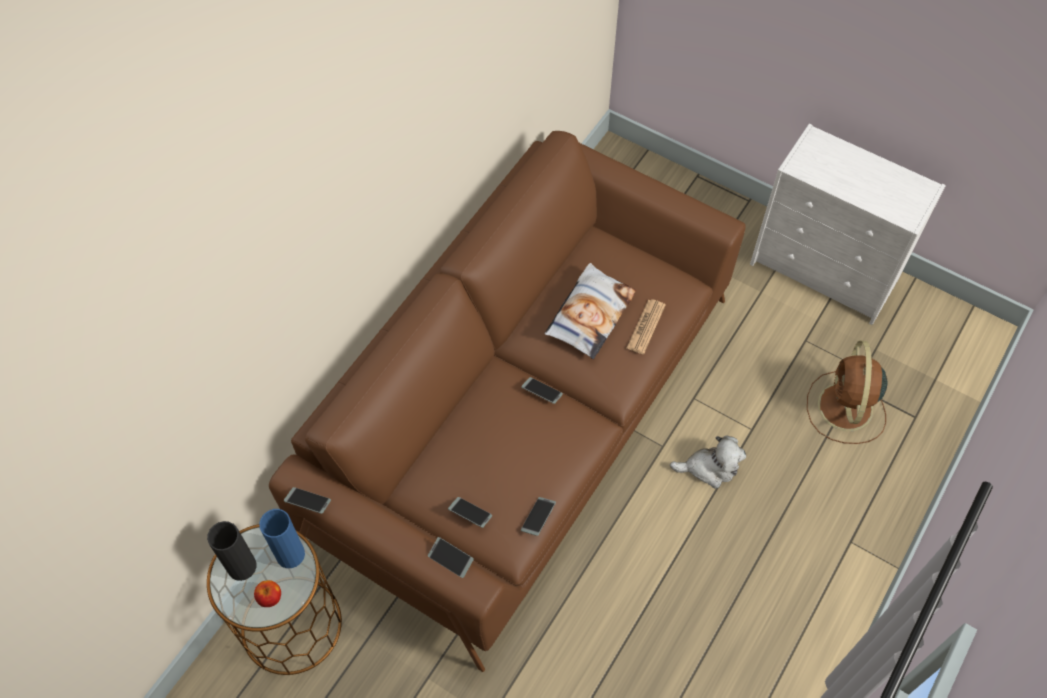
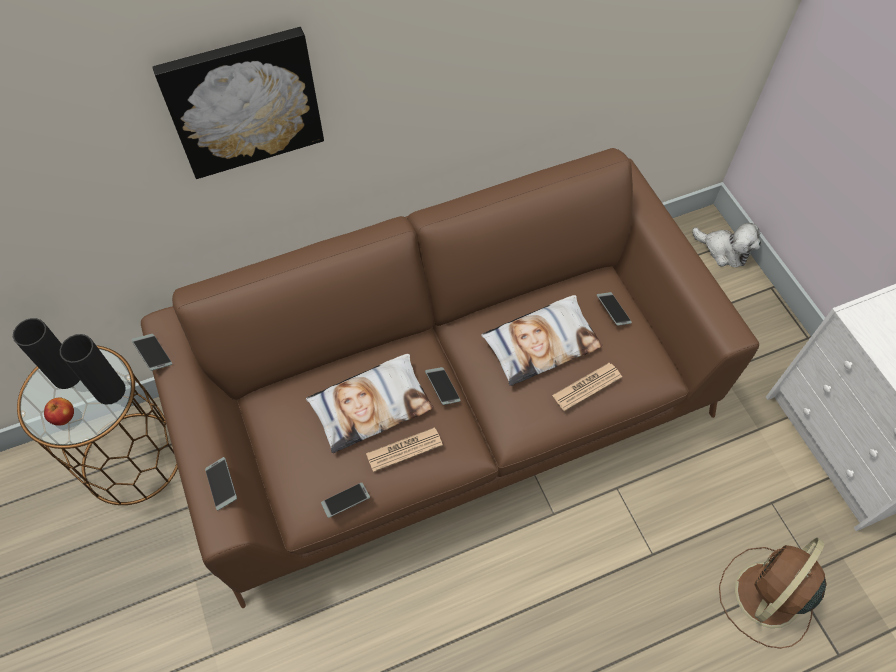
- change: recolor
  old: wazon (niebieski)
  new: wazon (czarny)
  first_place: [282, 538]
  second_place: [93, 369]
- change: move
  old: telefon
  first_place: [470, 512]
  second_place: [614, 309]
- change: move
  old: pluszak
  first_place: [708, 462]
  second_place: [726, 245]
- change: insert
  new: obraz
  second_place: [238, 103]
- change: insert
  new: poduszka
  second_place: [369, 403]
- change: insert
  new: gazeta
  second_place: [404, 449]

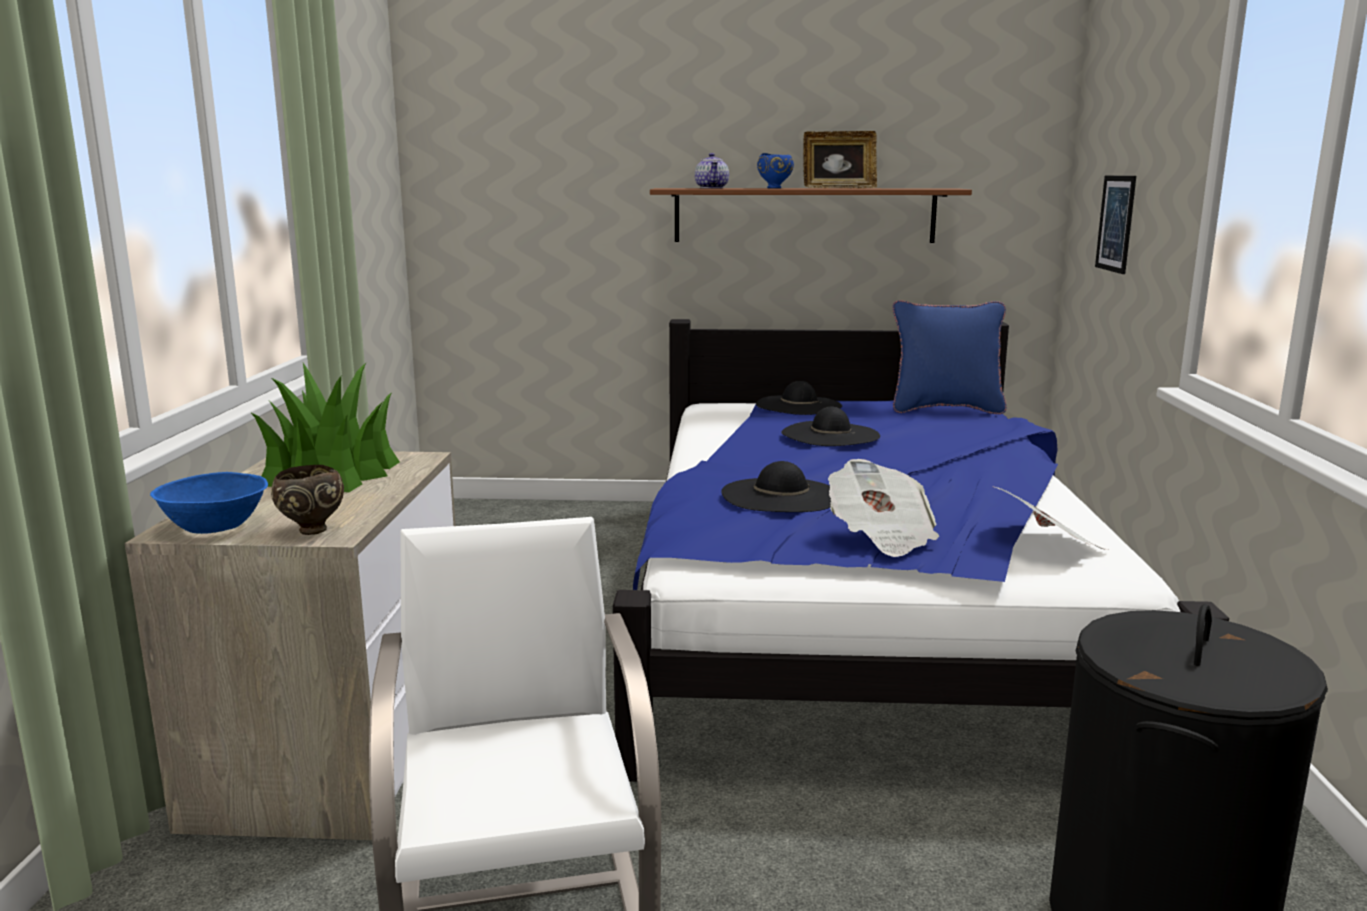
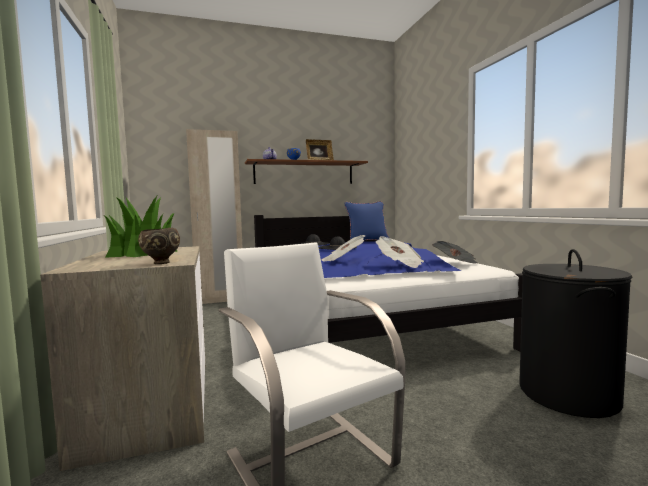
- change: delete
  old: miska (niebieski)
  first_place: [209, 503]
- change: replace
  old: kapelusz (czarny)
  new: gazeta
  first_place: [776, 486]
  second_place: [343, 248]
- change: delete
  old: obraz
  first_place: [1115, 225]
- change: insert
  new: szafa (beżowy)
  second_place: [214, 216]

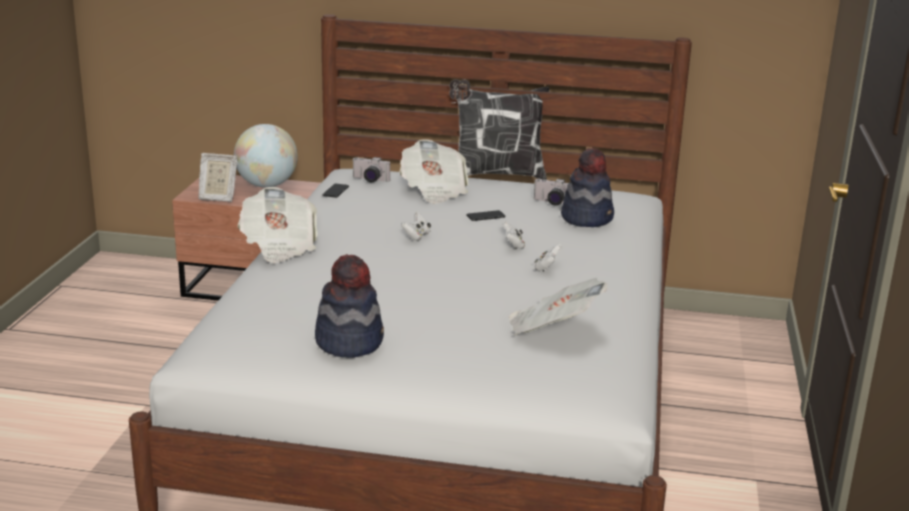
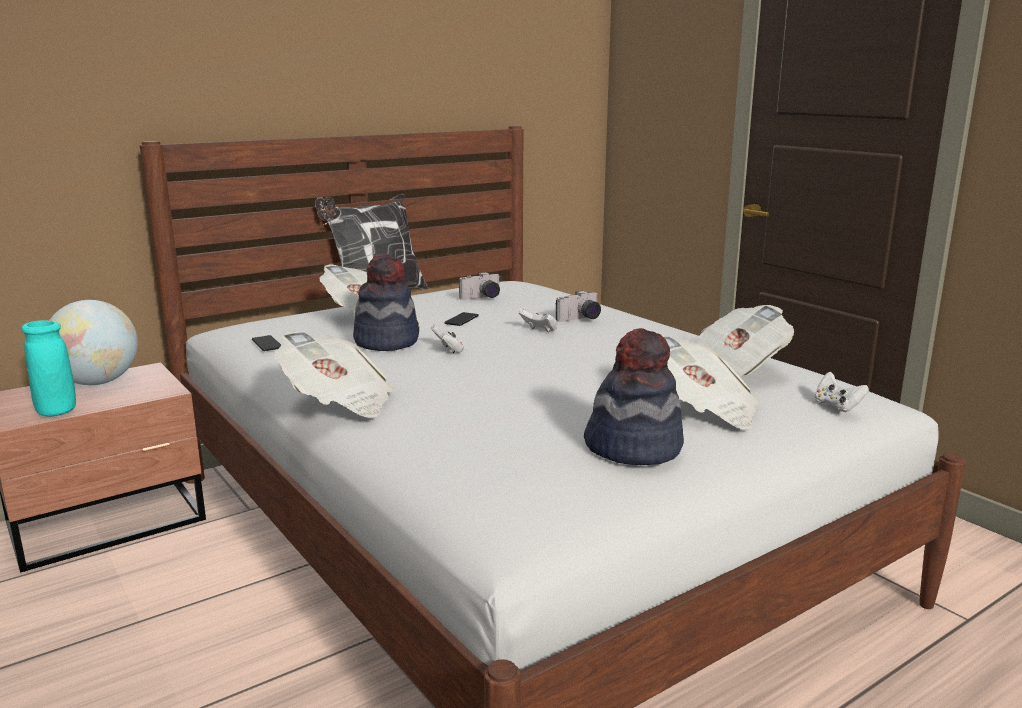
- change: replace
  old: ramka na zdjęcie
  new: wazon (turkusowy)
  first_place: [218, 177]
  second_place: [49, 368]
- change: move
  old: aparat fotograficzny
  first_place: [371, 169]
  second_place: [578, 306]
- change: move
  old: pad do gier (biały)
  first_place: [548, 258]
  second_place: [842, 392]
- change: move
  old: kapelusz
  first_place: [587, 187]
  second_place: [386, 302]
- change: insert
  new: gazeta
  second_place: [710, 382]

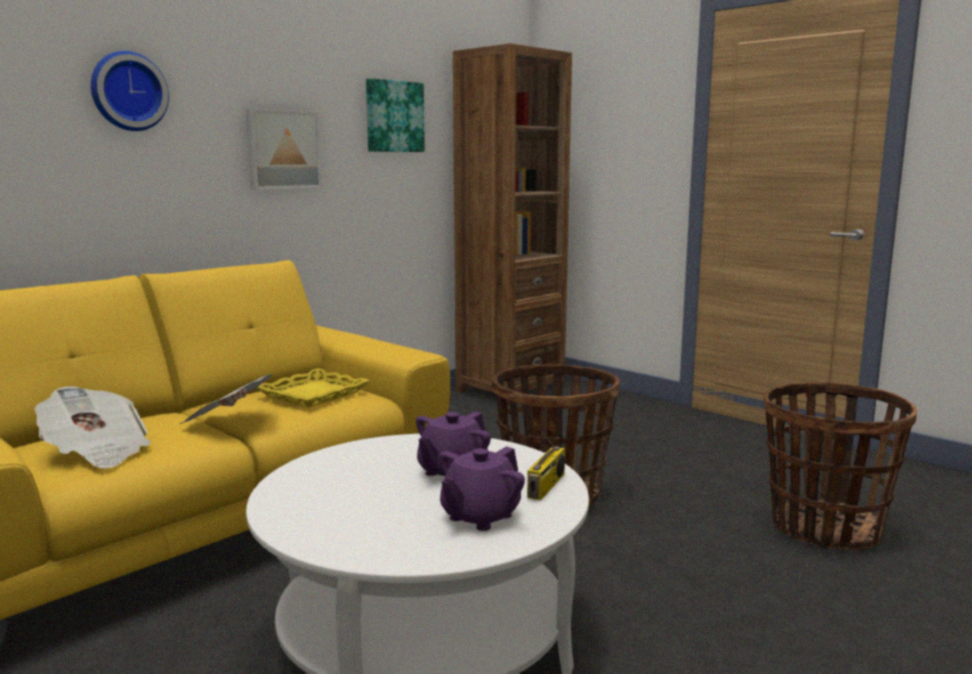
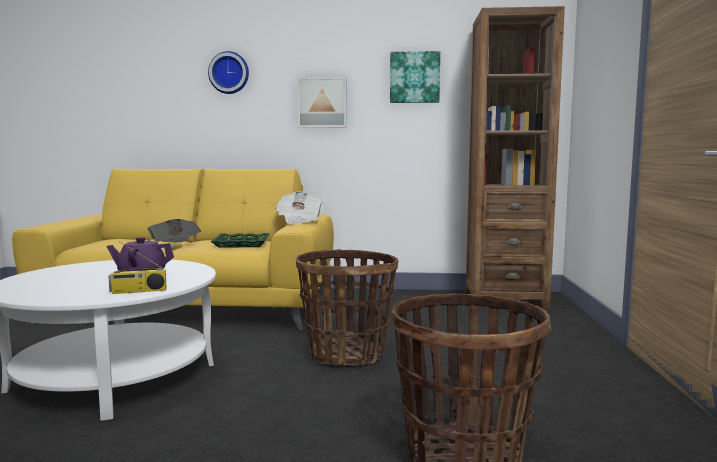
- change: move
  old: gazeta
  first_place: [92, 427]
  second_place: [300, 207]
- change: recolor
  old: taca (żółty)
  new: taca (zielony)
  first_place: [313, 387]
  second_place: [240, 240]
- change: delete
  old: imbryk (fioletowy)
  first_place: [482, 488]

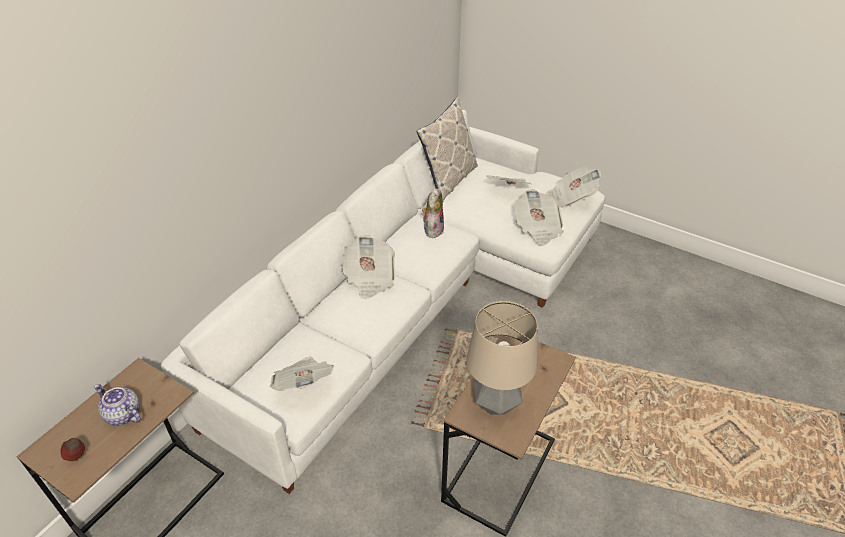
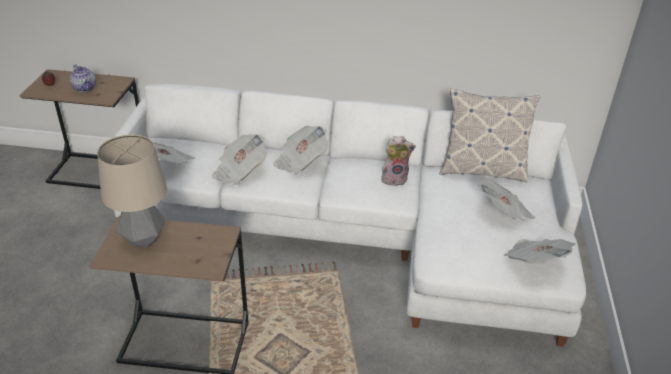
- change: rotate
  old: imbryk
  first_place: [117, 405]
  second_place: [83, 78]
  degrees: 135
- change: move
  old: gazeta
  first_place: [539, 217]
  second_place: [239, 159]

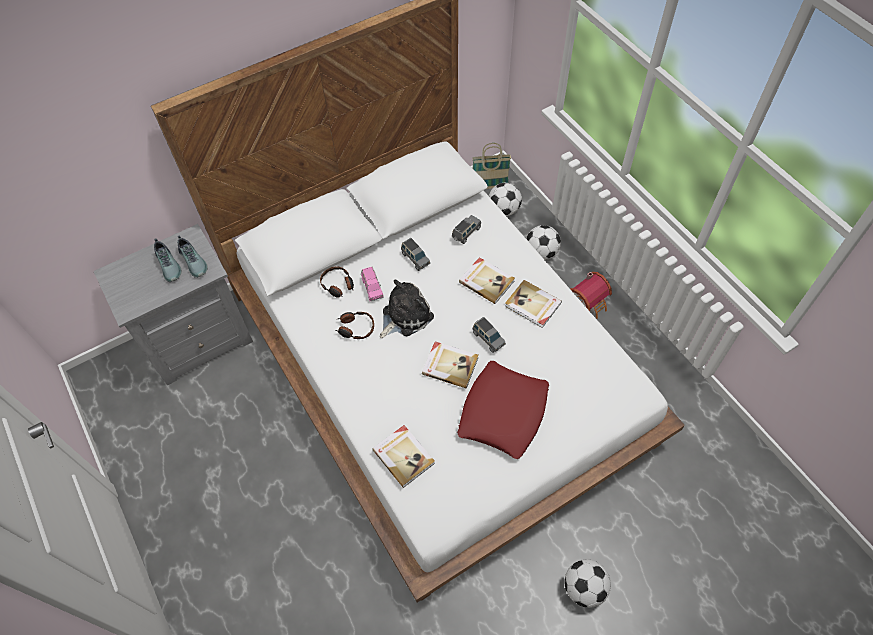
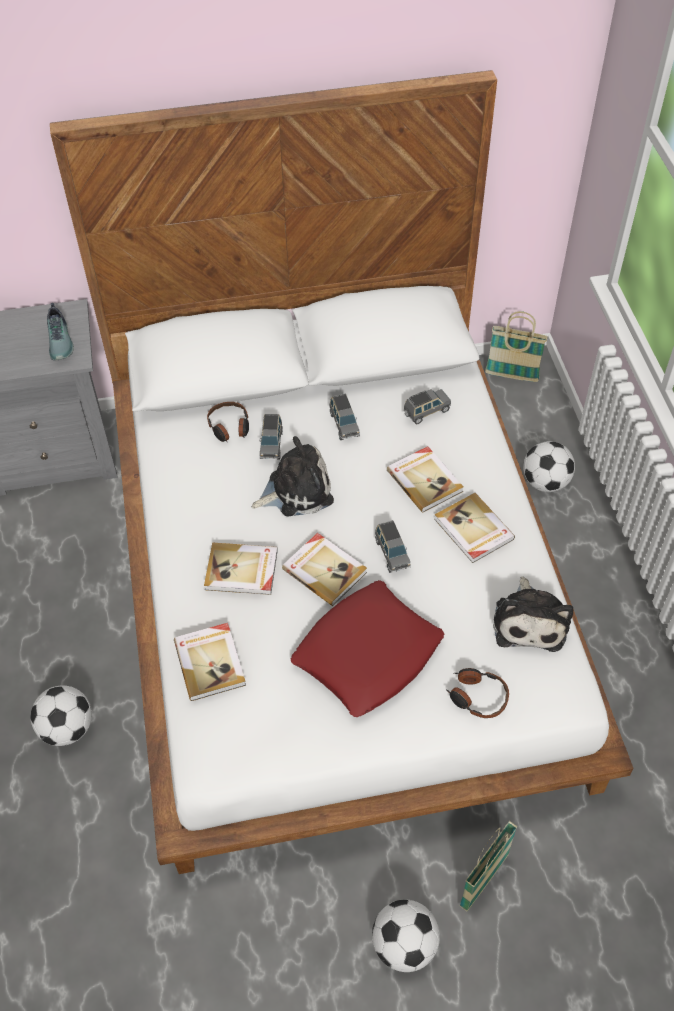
- change: delete
  old: but
  first_place: [168, 260]
- change: move
  old: słuchawki
  first_place: [355, 325]
  second_place: [477, 693]
- change: recolor
  old: samochodzik (różowy)
  new: samochodzik (szary)
  first_place: [372, 284]
  second_place: [271, 436]
- change: move
  old: piłka futbolowa
  first_place: [505, 199]
  second_place: [61, 715]
- change: delete
  old: domek
  first_place: [591, 295]
- change: insert
  new: książka
  second_place: [241, 568]
- change: insert
  new: koszyk
  second_place: [488, 866]
- change: insert
  new: pluszak
  second_place: [533, 614]

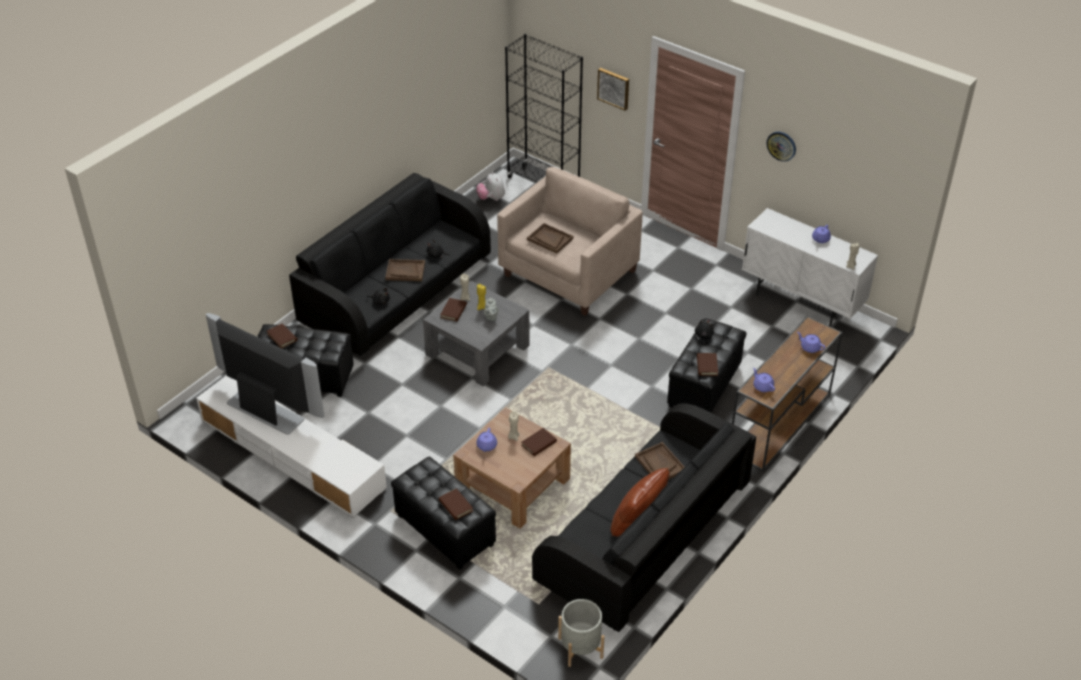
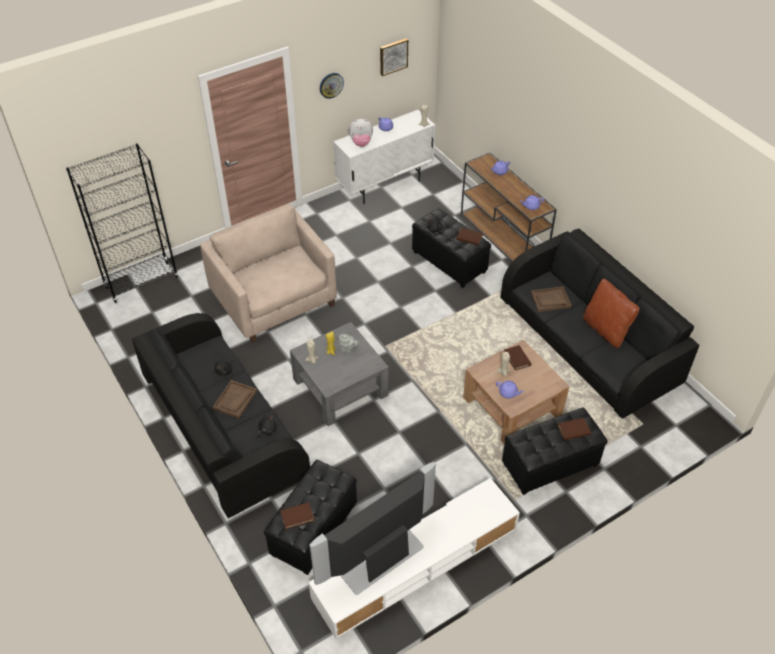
- change: delete
  old: książka (brązowy)
  first_place: [453, 309]
- change: move
  old: pluszak
  first_place: [490, 186]
  second_place: [361, 133]
- change: delete
  old: taca (brązowy)
  first_place: [550, 238]
- change: delete
  old: donica (szary)
  first_place: [581, 633]
- change: move
  old: obraz
  first_place: [613, 89]
  second_place: [394, 57]

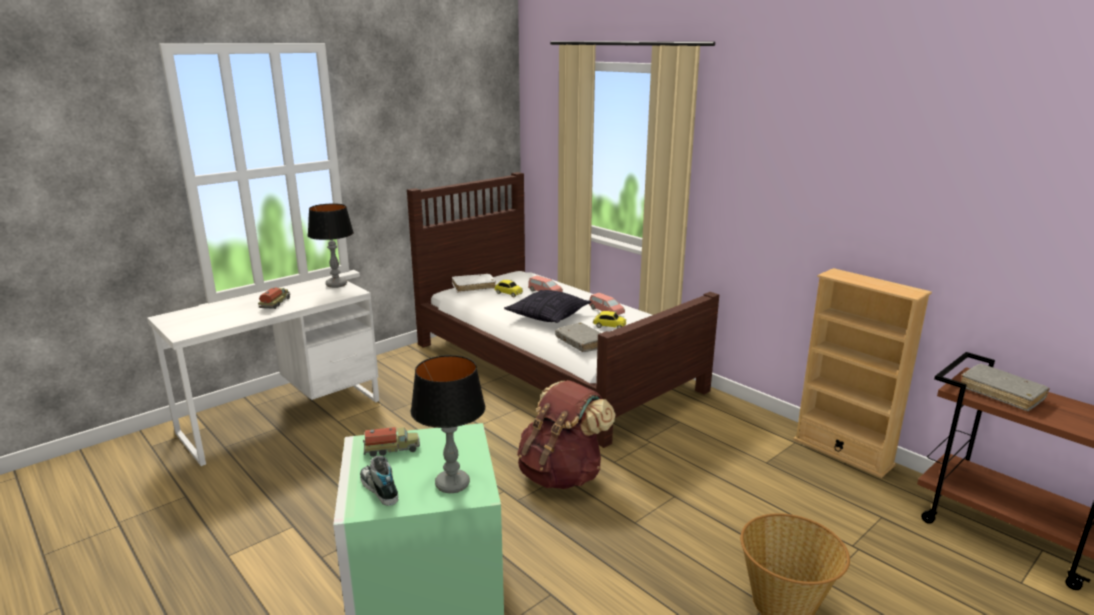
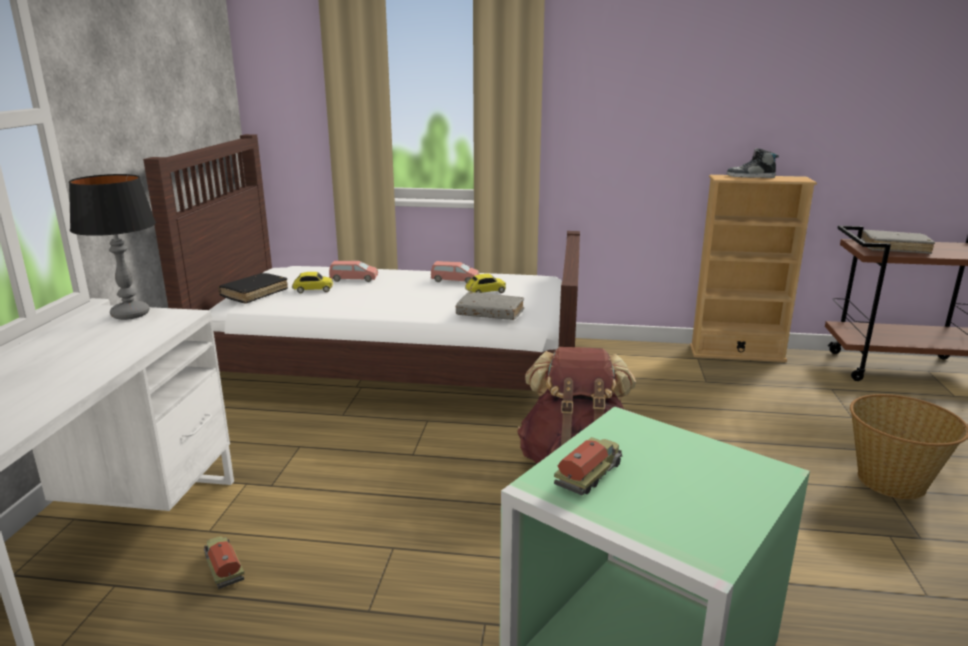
- change: move
  old: ciężarówka zabawkowa
  first_place: [274, 298]
  second_place: [224, 562]
- change: move
  old: but
  first_place: [379, 481]
  second_place: [753, 163]
- change: delete
  old: lampa stołowa
  first_place: [448, 424]
- change: recolor
  old: książka (biały)
  new: książka (czarny)
  first_place: [474, 283]
  second_place: [253, 288]
- change: delete
  old: poduszka
  first_place: [548, 306]

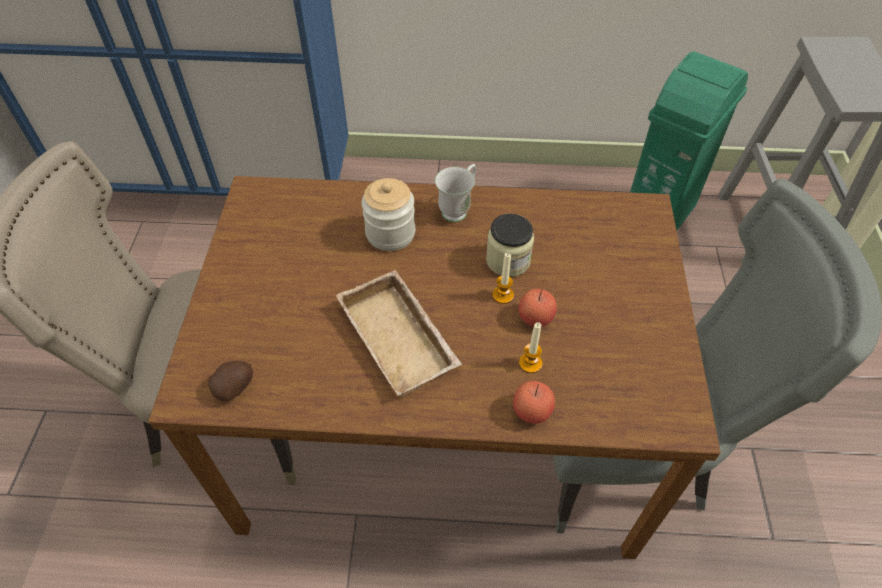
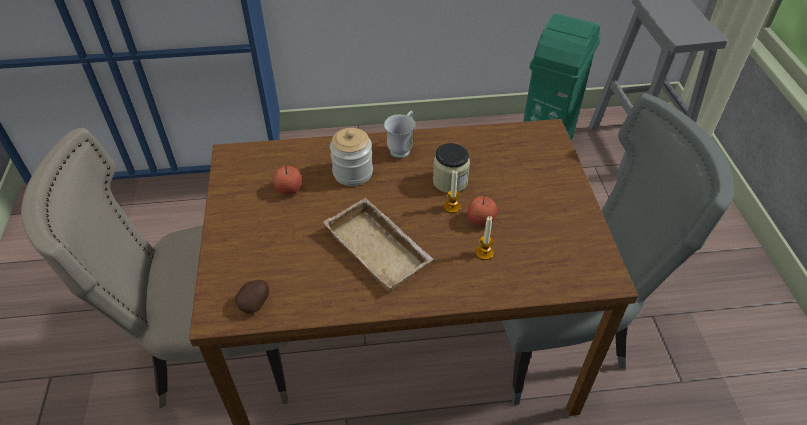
- change: move
  old: jabłko
  first_place: [534, 402]
  second_place: [287, 179]

